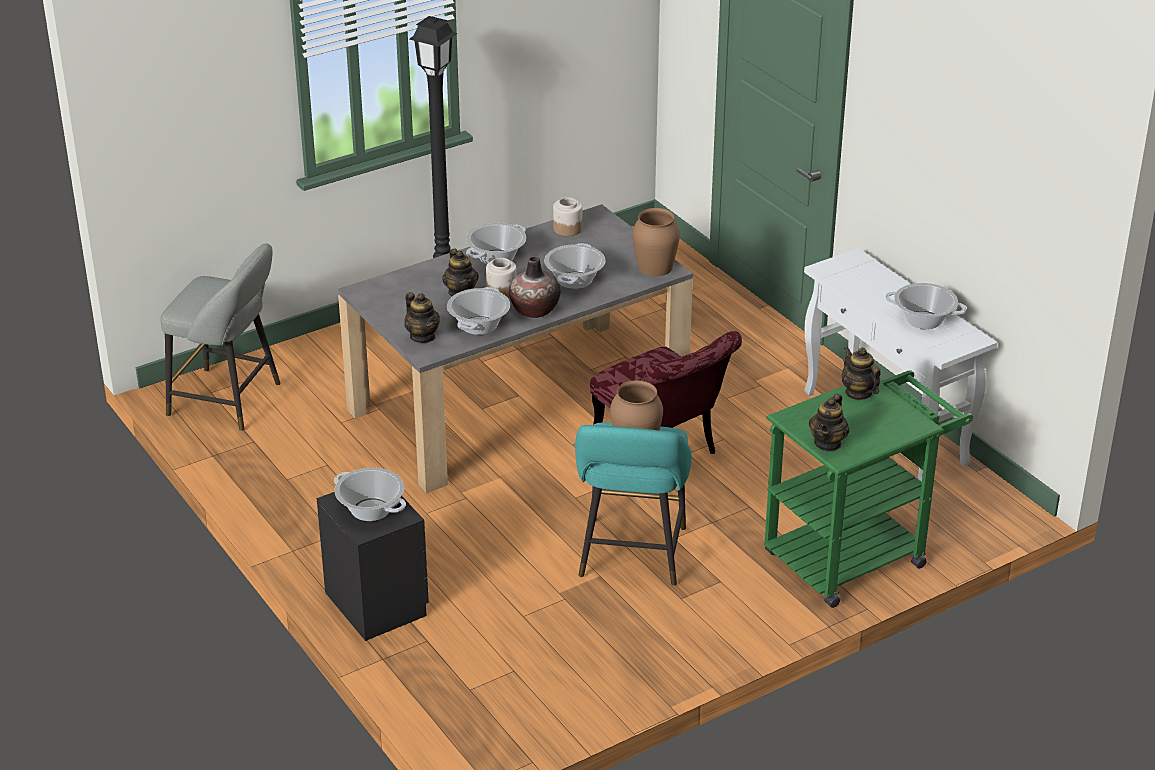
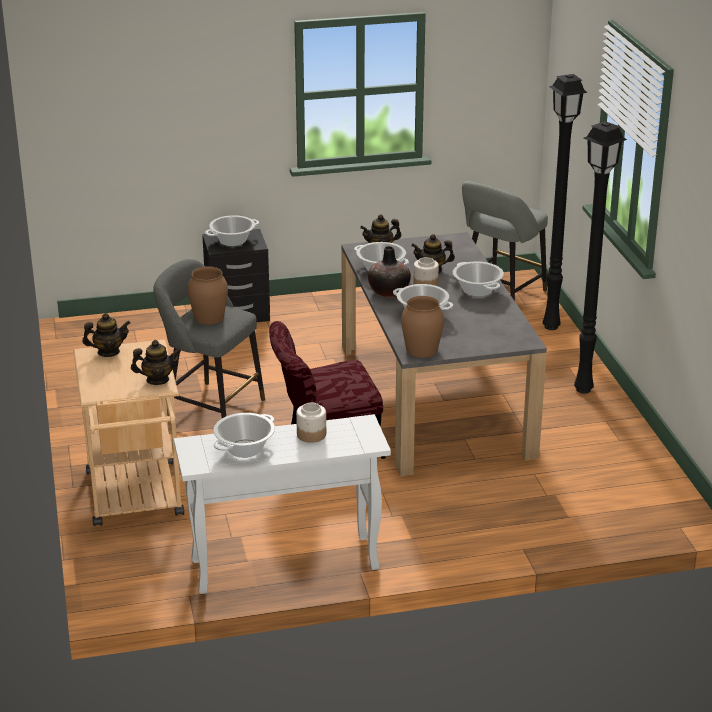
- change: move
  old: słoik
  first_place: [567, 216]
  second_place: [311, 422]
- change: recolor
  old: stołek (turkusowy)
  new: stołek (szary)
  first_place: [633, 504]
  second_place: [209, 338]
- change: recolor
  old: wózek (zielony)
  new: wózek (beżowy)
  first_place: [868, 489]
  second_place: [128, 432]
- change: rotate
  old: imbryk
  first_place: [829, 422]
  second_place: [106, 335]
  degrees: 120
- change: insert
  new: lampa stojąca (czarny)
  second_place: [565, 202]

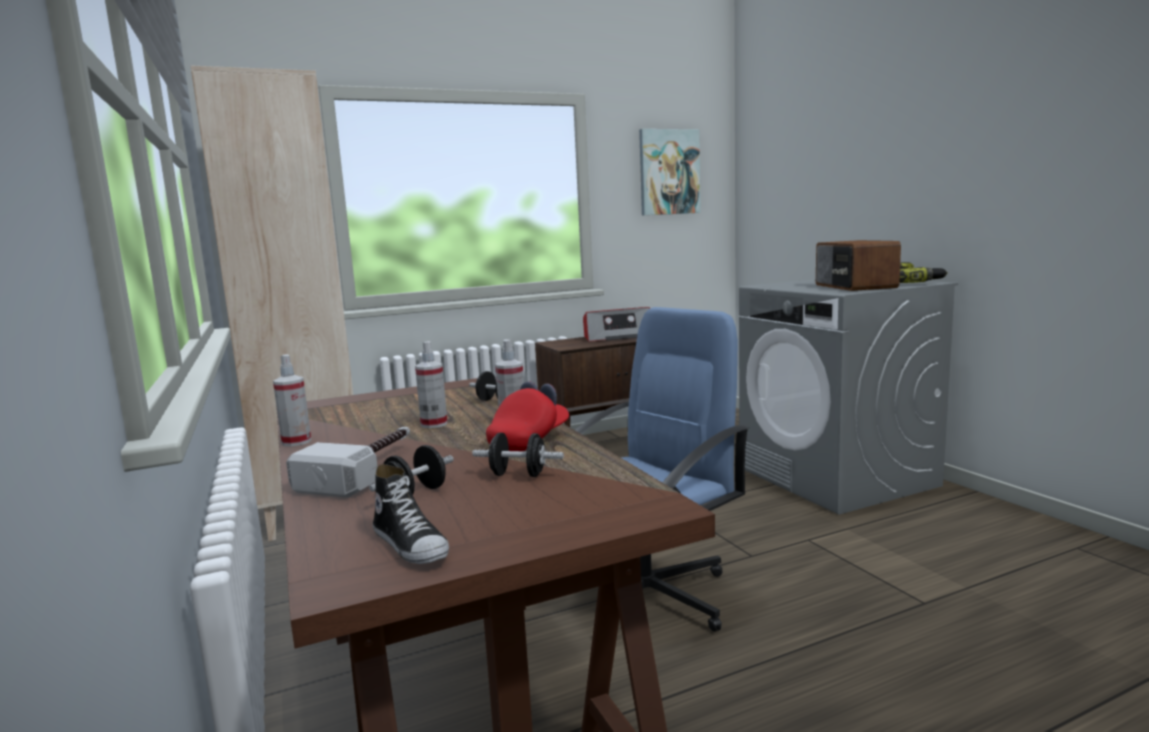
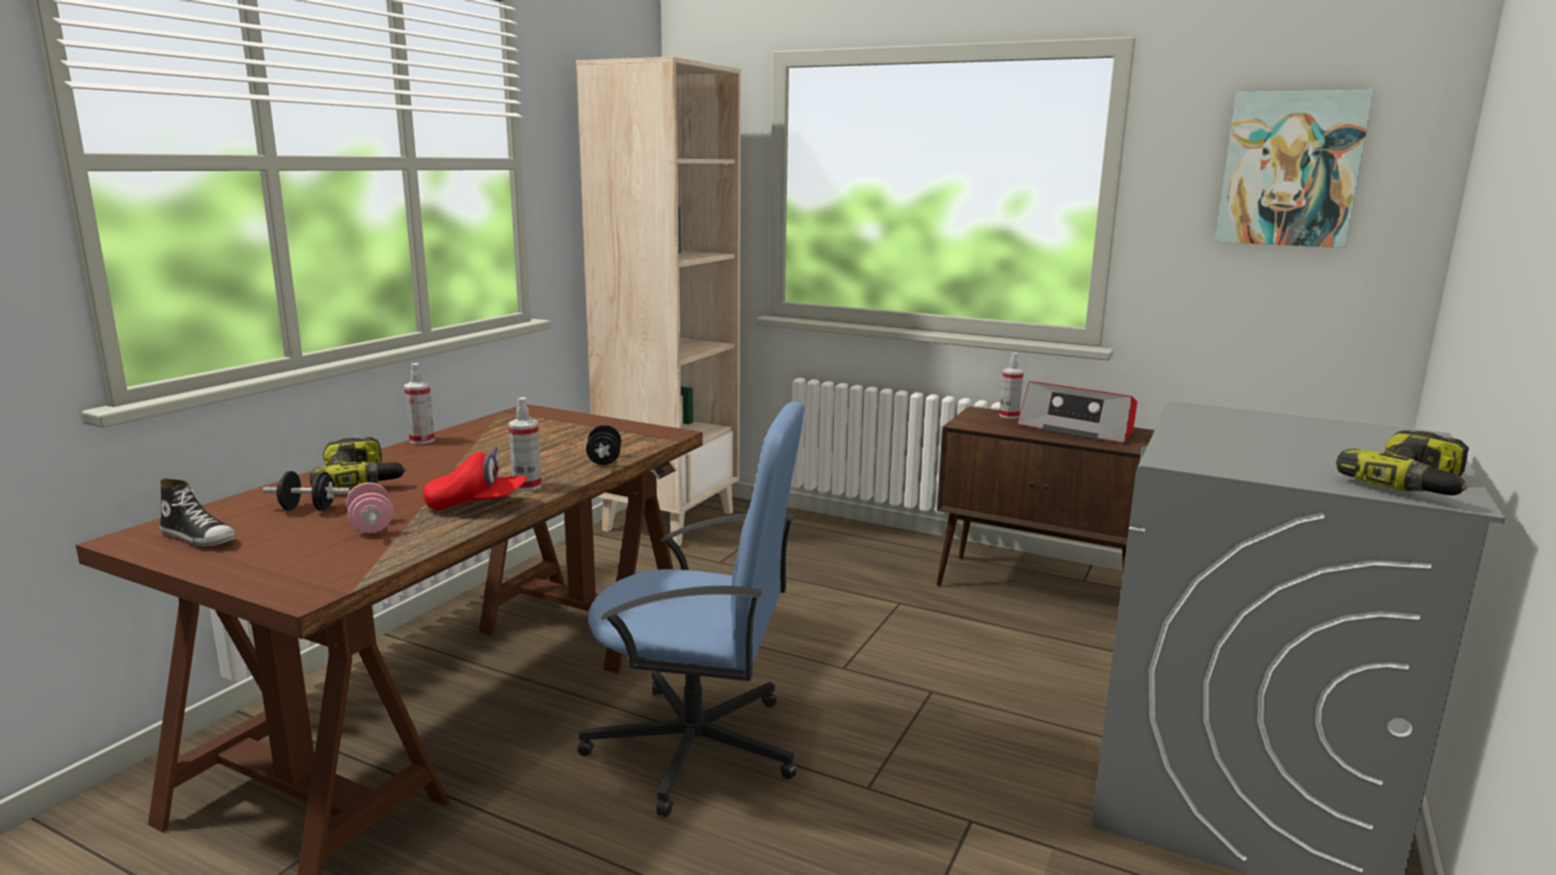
- change: replace
  old: młotek
  new: wiertarka
  first_place: [348, 462]
  second_place: [358, 462]
- change: rotate
  old: but
  first_place: [411, 514]
  second_place: [197, 512]
  degrees: -75
- change: move
  old: spryskiwacz
  first_place: [431, 384]
  second_place: [1011, 386]
- change: recolor
  old: hantel (czarny)
  new: hantel (różowy)
  first_place: [518, 454]
  second_place: [369, 507]
- change: delete
  old: radio
  first_place: [858, 265]

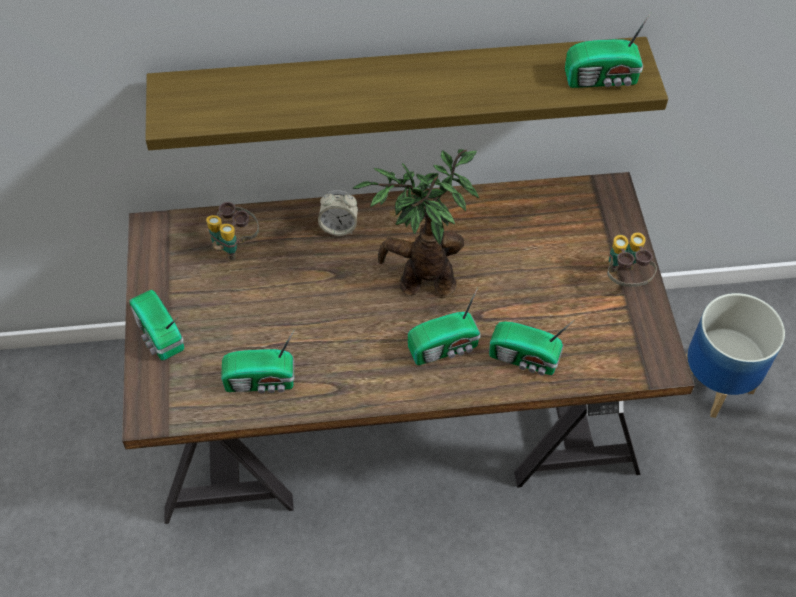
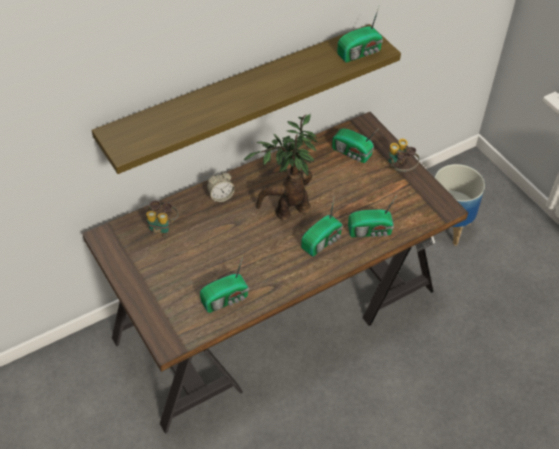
- change: move
  old: radio
  first_place: [157, 325]
  second_place: [354, 145]

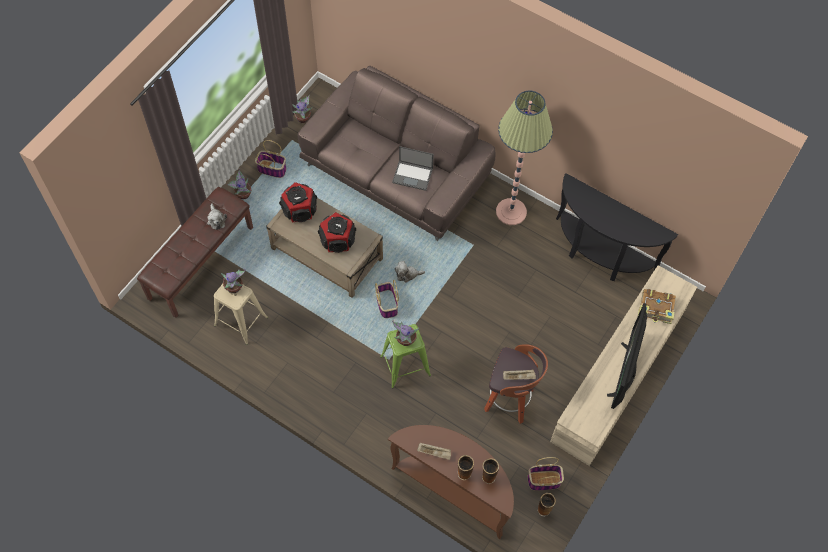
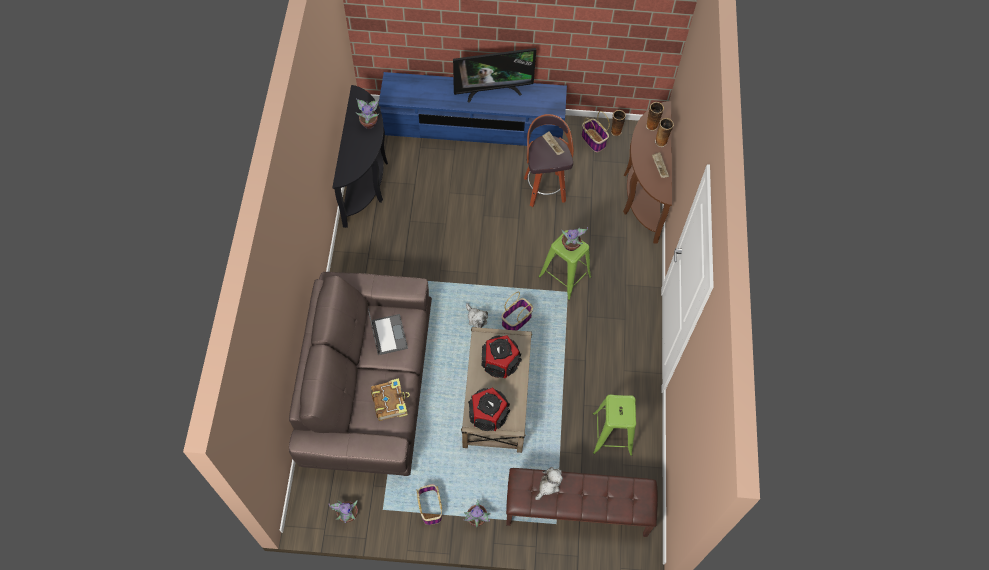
- change: recolor
  old: stołek (beżowy)
  new: stołek (zielony)
  first_place: [241, 314]
  second_place: [614, 425]
- change: move
  old: roślina doniczkowa
  first_place: [233, 281]
  second_place: [368, 113]
- change: delete
  old: lampa stojąca
  first_place: [524, 157]
- change: recolor
  old: szafka pod telewizor (beżowy)
  new: szafka pod telewizor (niebieski)
  first_place: [623, 365]
  second_place: [472, 109]
- change: move
  old: książka
  first_place: [657, 306]
  second_place: [390, 399]

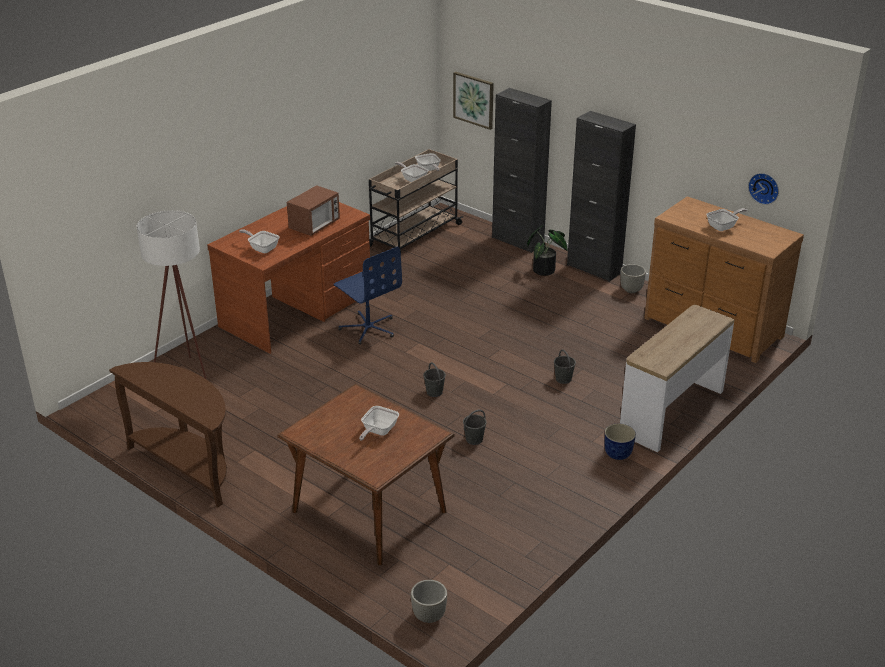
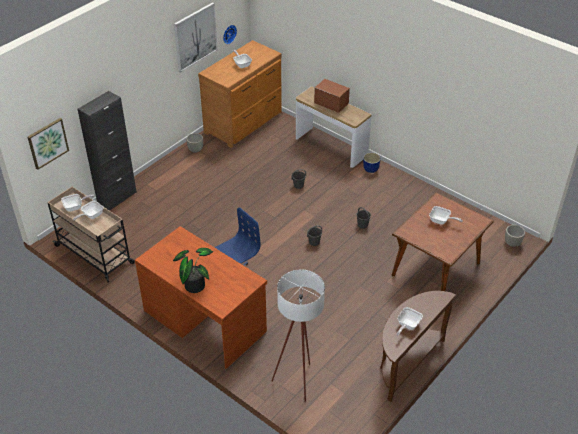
- change: move
  old: patelnia
  first_place: [259, 241]
  second_place: [410, 321]
- change: move
  old: mikrofalówka
  first_place: [313, 210]
  second_place: [332, 96]
- change: move
  old: roślina doniczkowa
  first_place: [547, 250]
  second_place: [193, 270]
- change: delete
  old: szafka (czarny)
  first_place: [601, 196]
- change: insert
  new: obraz
  second_place: [196, 37]

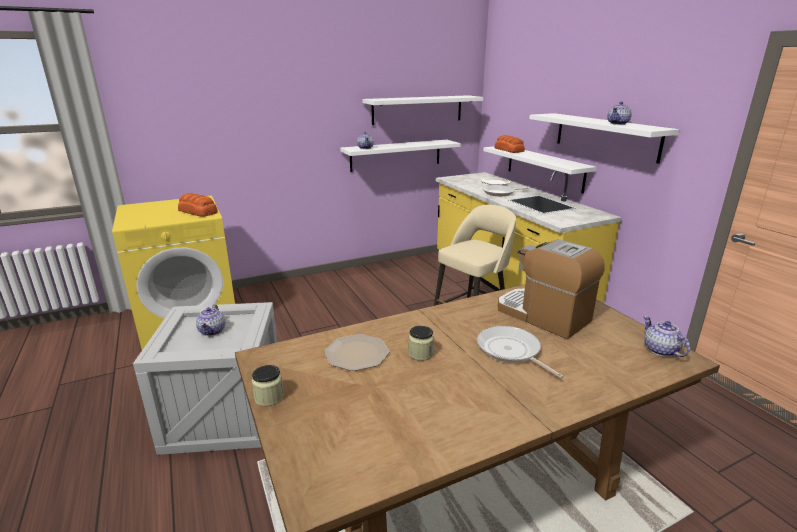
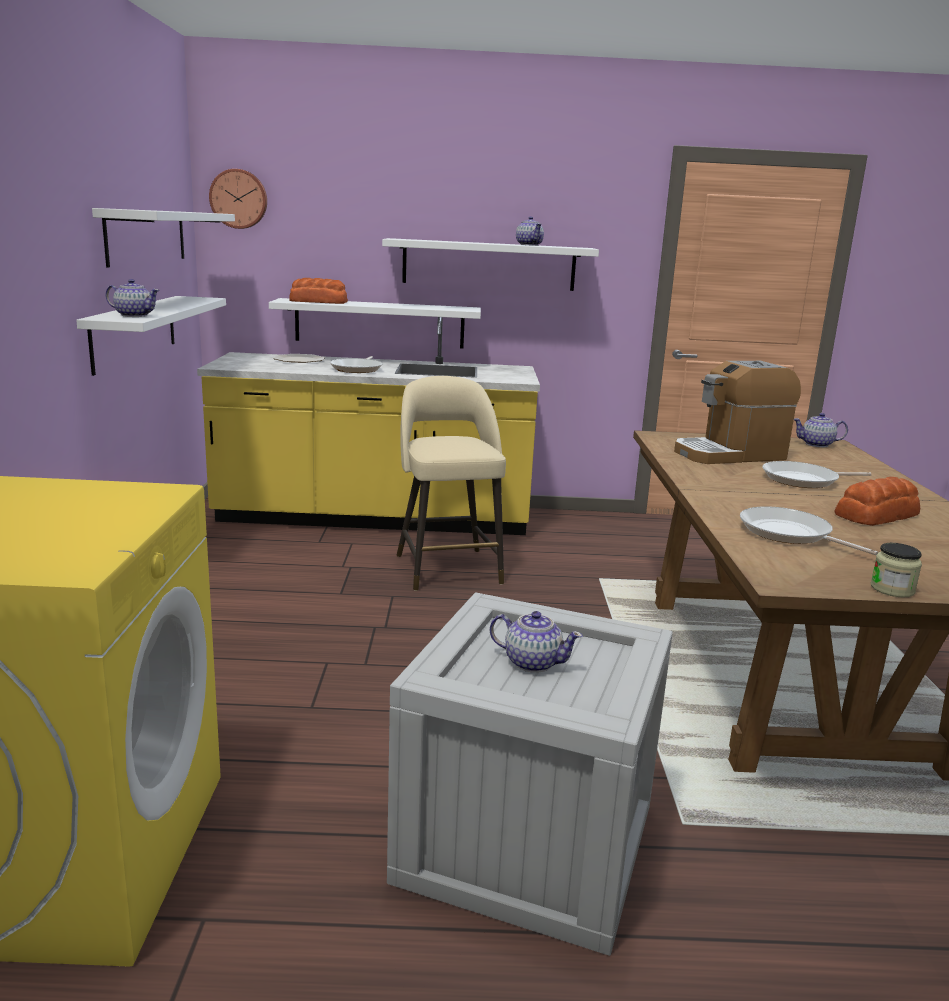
- change: move
  old: chleb
  first_place: [198, 205]
  second_place: [877, 501]
- change: replace
  old: talerz
  new: patelnia
  first_place: [356, 352]
  second_place: [809, 530]
- change: delete
  old: słoik
  first_place: [421, 343]
- change: insert
  new: zegar ścienny
  second_place: [238, 199]

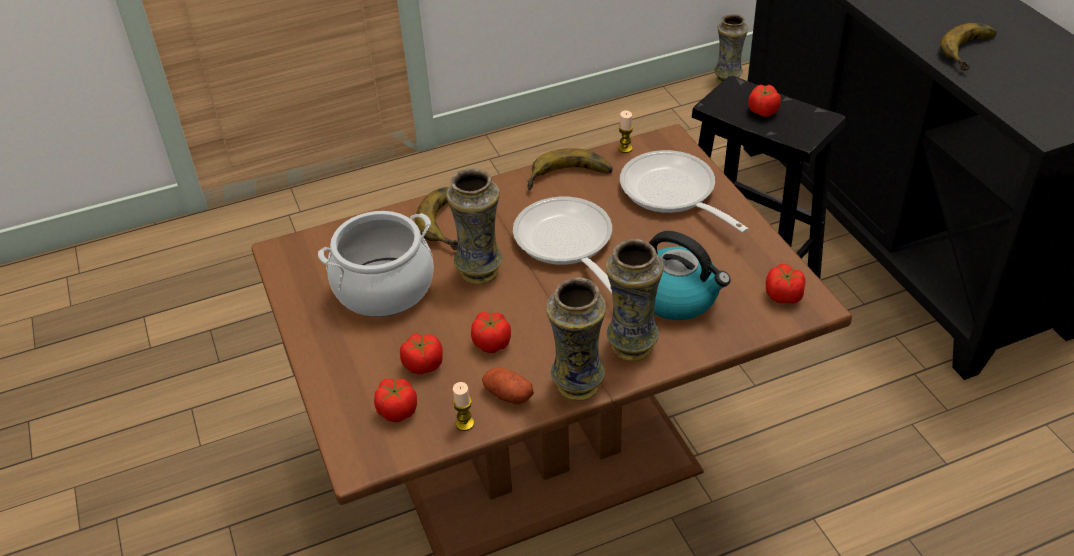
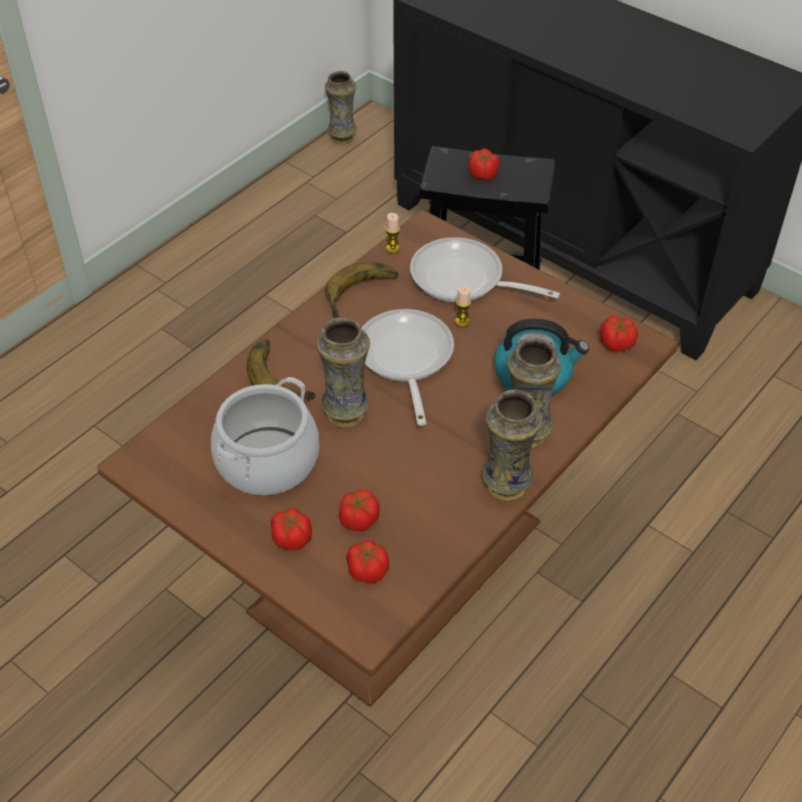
- change: move
  old: świeca
  first_place: [463, 406]
  second_place: [463, 306]
- change: move
  old: pomidor
  first_place: [491, 332]
  second_place: [291, 529]
- change: delete
  old: ziemniak
  first_place: [508, 386]
- change: rotate
  old: patelnia
  first_place: [562, 245]
  second_place: [407, 367]
  degrees: 45
- change: delete
  old: banan
  first_place: [968, 47]

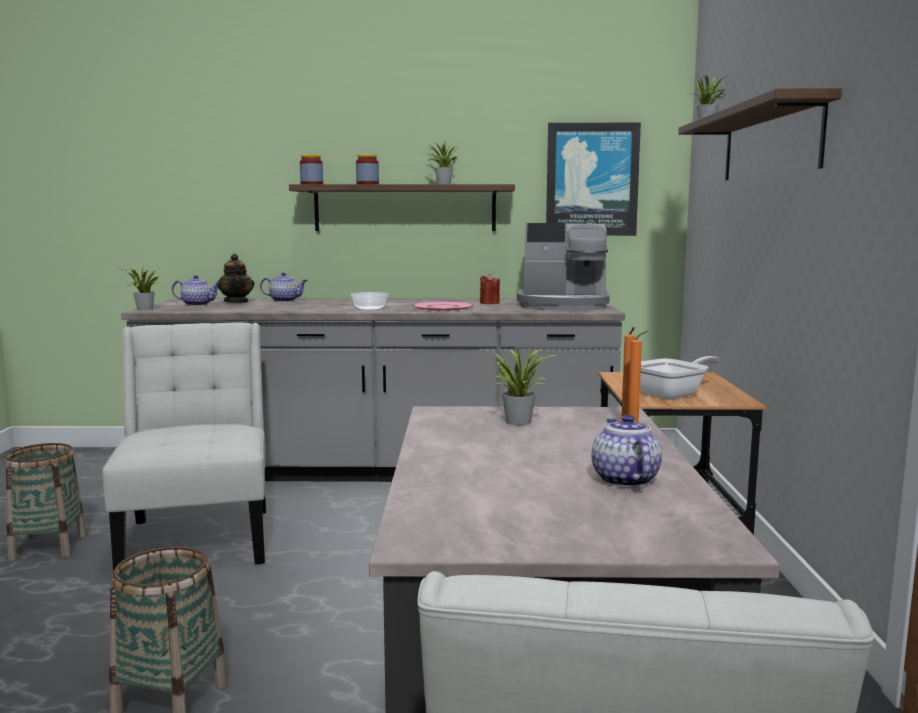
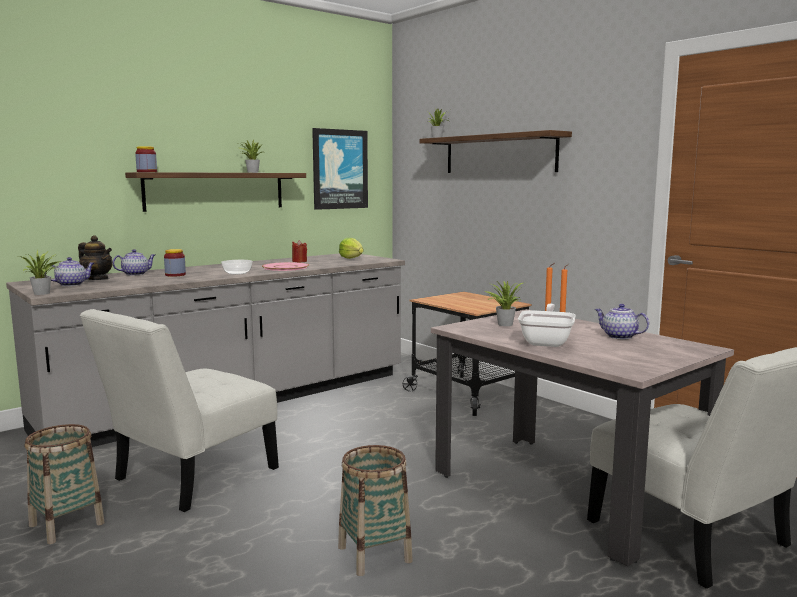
- change: rotate
  old: krzesło (biały)
  first_place: [184, 447]
  second_place: [179, 410]
  degrees: -90
- change: move
  old: słoik
  first_place: [367, 169]
  second_place: [175, 263]
- change: replace
  old: ekspres do kawy
  new: sałata
  first_place: [563, 266]
  second_place: [351, 248]
- change: move
  old: patelnia
  first_place: [680, 378]
  second_place: [547, 325]

